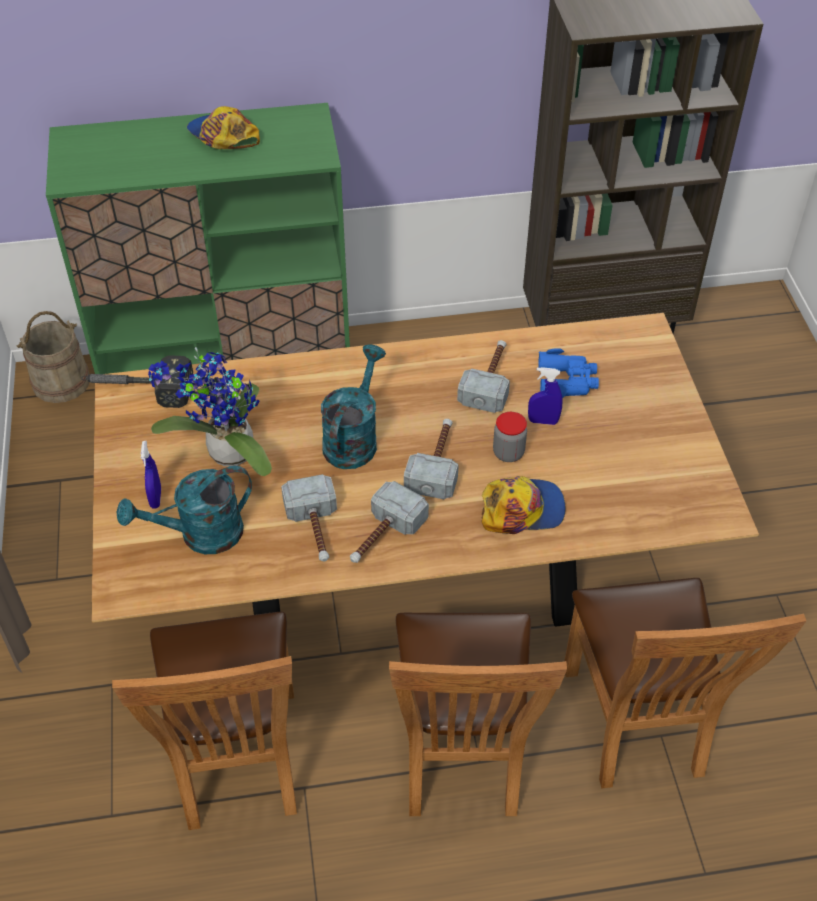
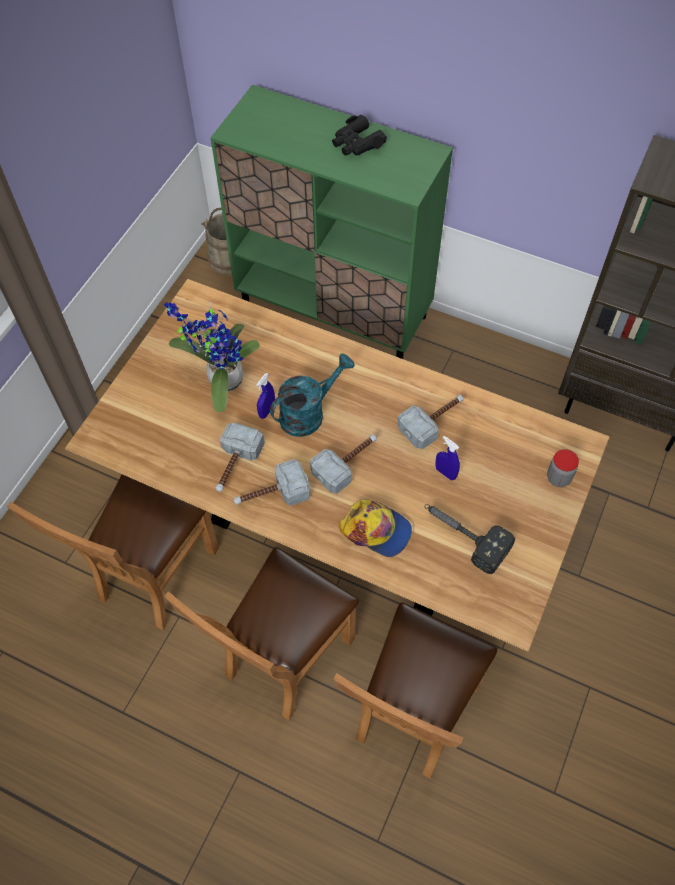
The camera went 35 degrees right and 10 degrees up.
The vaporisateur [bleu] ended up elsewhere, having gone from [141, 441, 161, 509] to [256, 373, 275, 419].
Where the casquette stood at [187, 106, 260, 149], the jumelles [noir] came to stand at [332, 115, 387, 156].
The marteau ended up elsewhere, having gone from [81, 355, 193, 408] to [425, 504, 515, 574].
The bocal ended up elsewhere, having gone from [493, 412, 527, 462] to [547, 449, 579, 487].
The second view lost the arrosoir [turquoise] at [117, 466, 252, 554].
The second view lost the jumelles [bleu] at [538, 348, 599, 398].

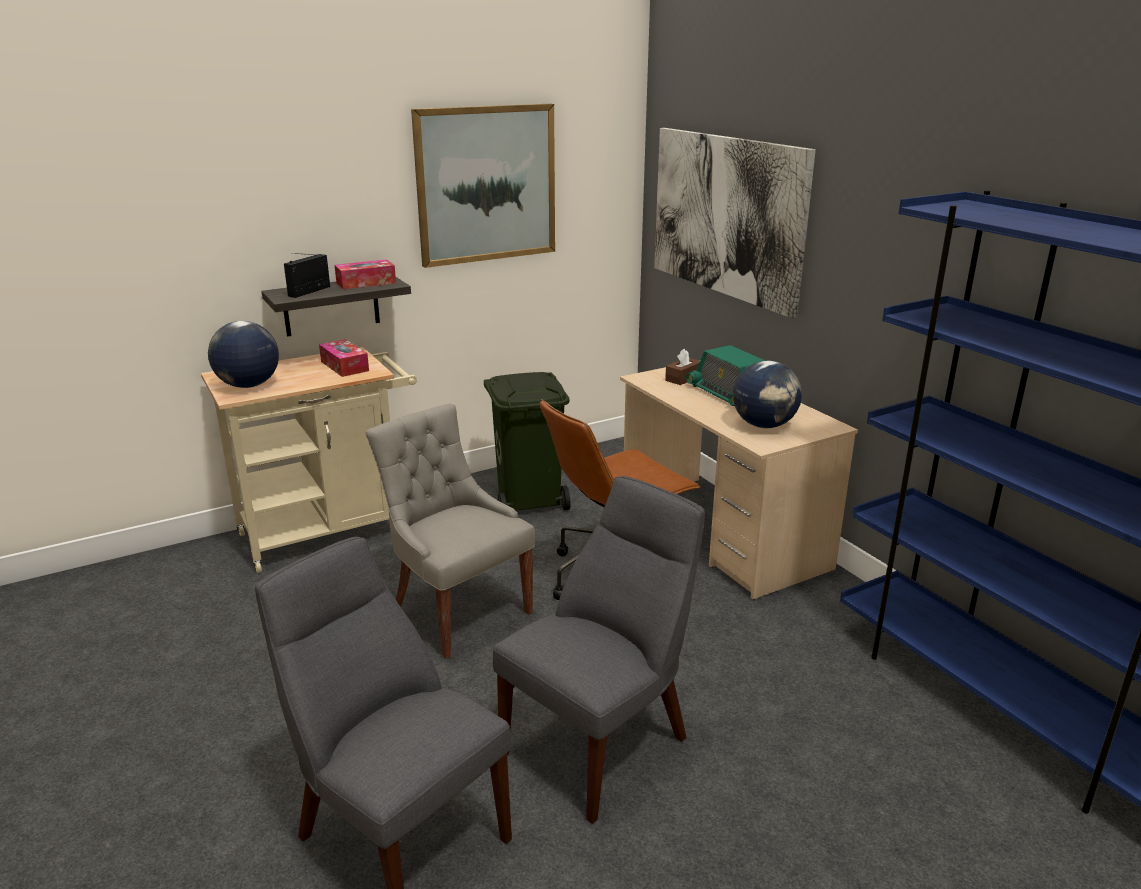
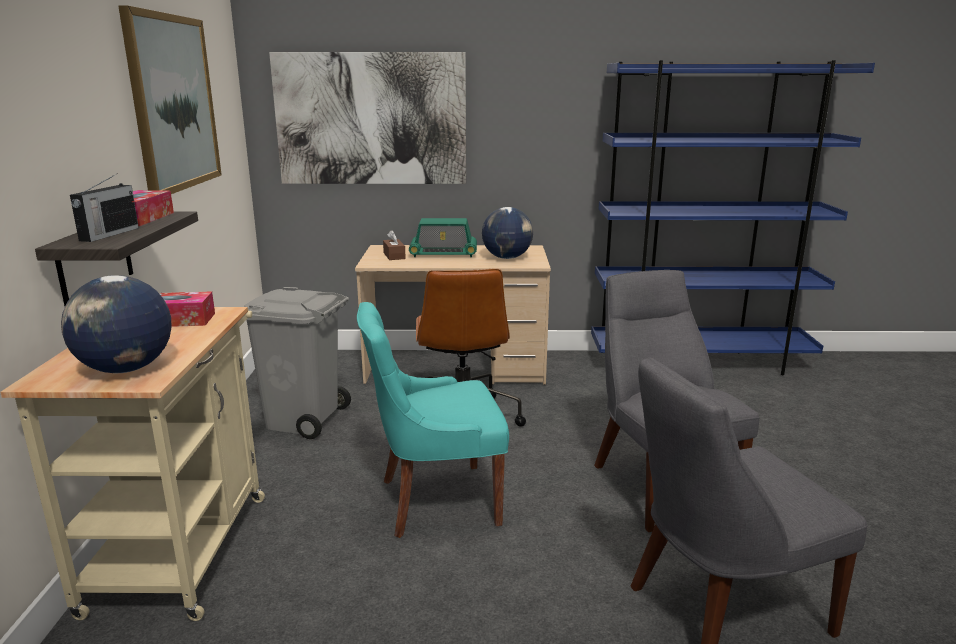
The camera went 60 degrees left and 5 degrees down.
The radio at [284, 253, 330, 298] ended up facing another way, 135 degrees counterclockwise from before.
What was the poubelle [vert] at [484, 372, 571, 511] turned into the poubelle [gris] at [244, 287, 351, 439].
What was the chaise [gris] at [365, 404, 535, 659] turned into the chaise [turquoise] at [357, 302, 509, 538].

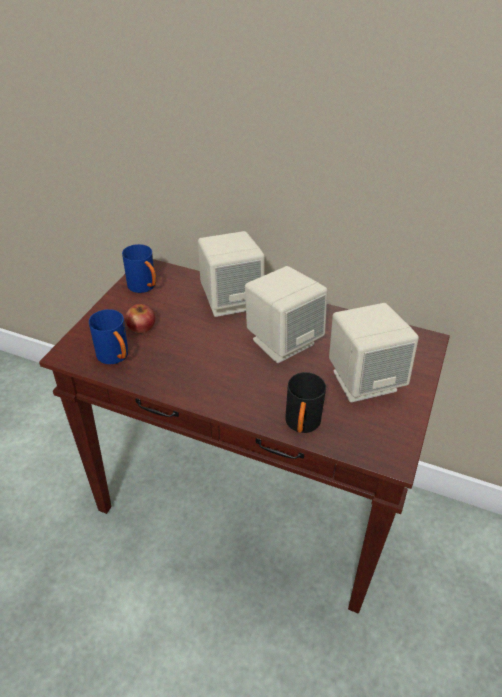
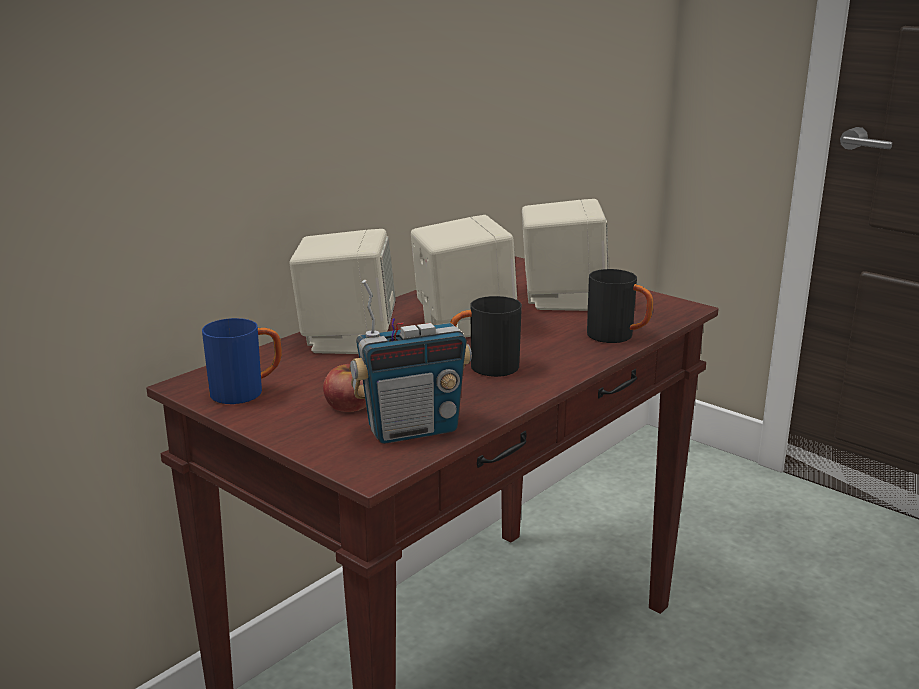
The camera went 70 degrees left and 20 degrees down.
Where the mug [bleu] stood at [89, 309, 128, 364], the radio came to stand at [350, 280, 472, 444].
The second view gained the mug [noir] at [450, 296, 522, 377].

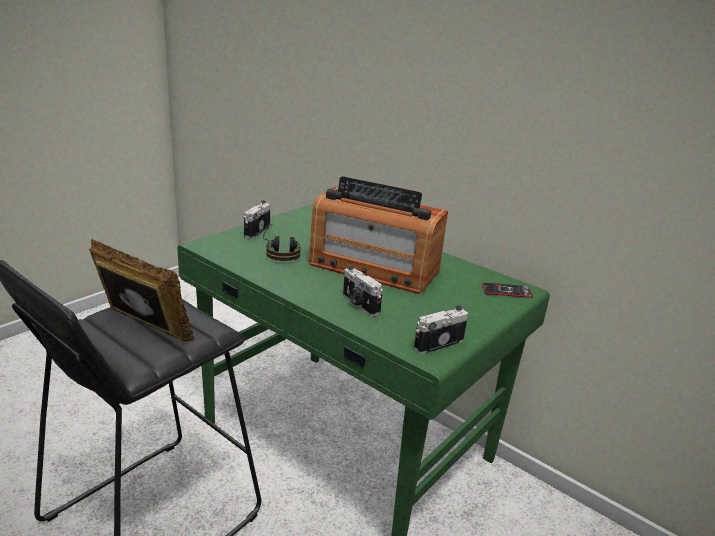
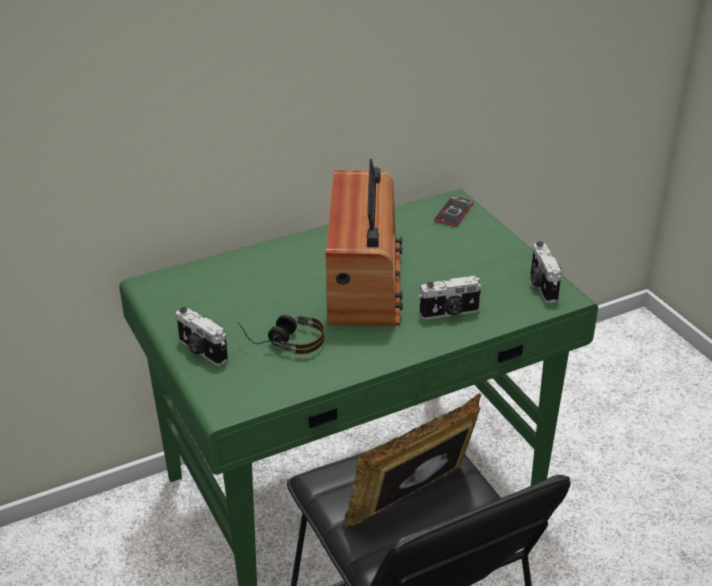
The camera went 65 degrees left and 10 degrees up.
The radio at [309, 176, 448, 294] ended up facing another way, 45 degrees counterclockwise from before.

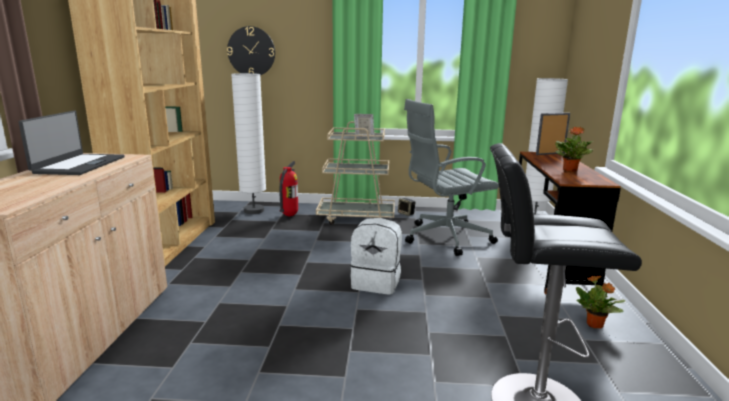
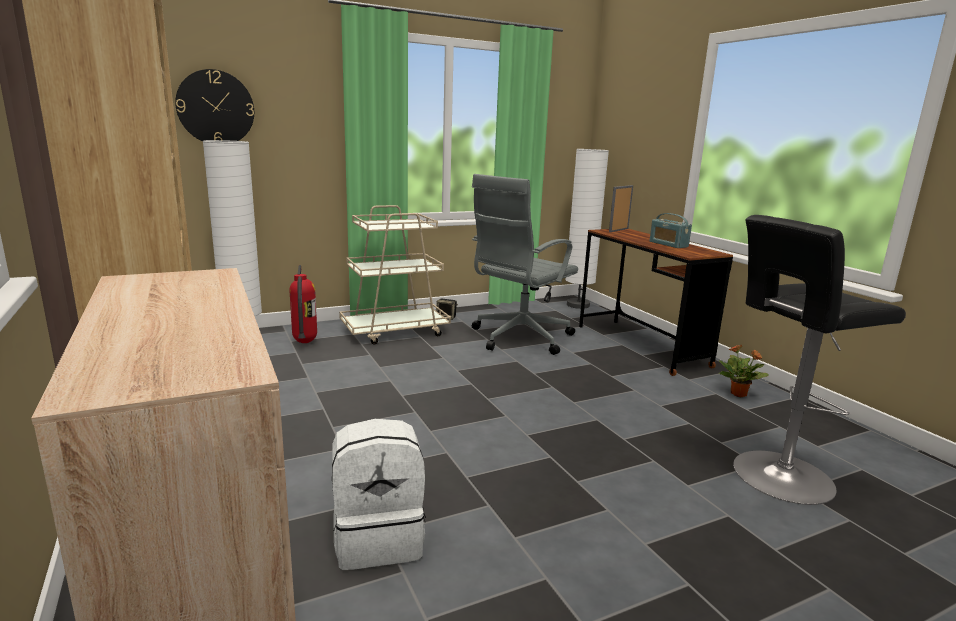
The camera went 30 degrees left and 0 degrees up.
The sac à dos [blanc] ended up elsewhere, having gone from [350, 218, 402, 295] to [332, 419, 426, 570].
Where the plante en pot stood at [555, 127, 593, 172], the radio came to stand at [650, 213, 692, 248].
The second view lost the ordinateur portable at [19, 111, 125, 175].
The second view lost the cadre photo at [354, 114, 374, 138].

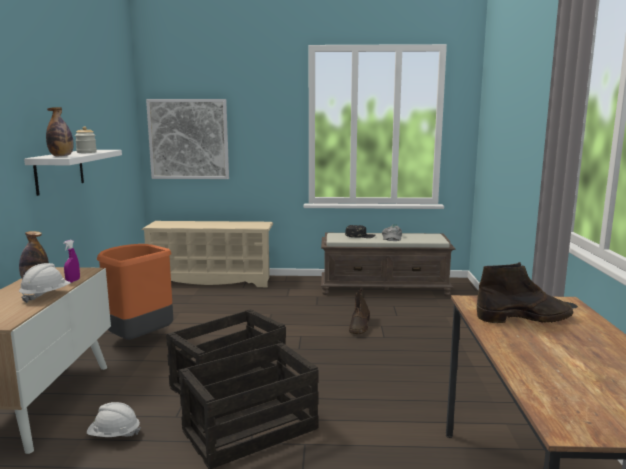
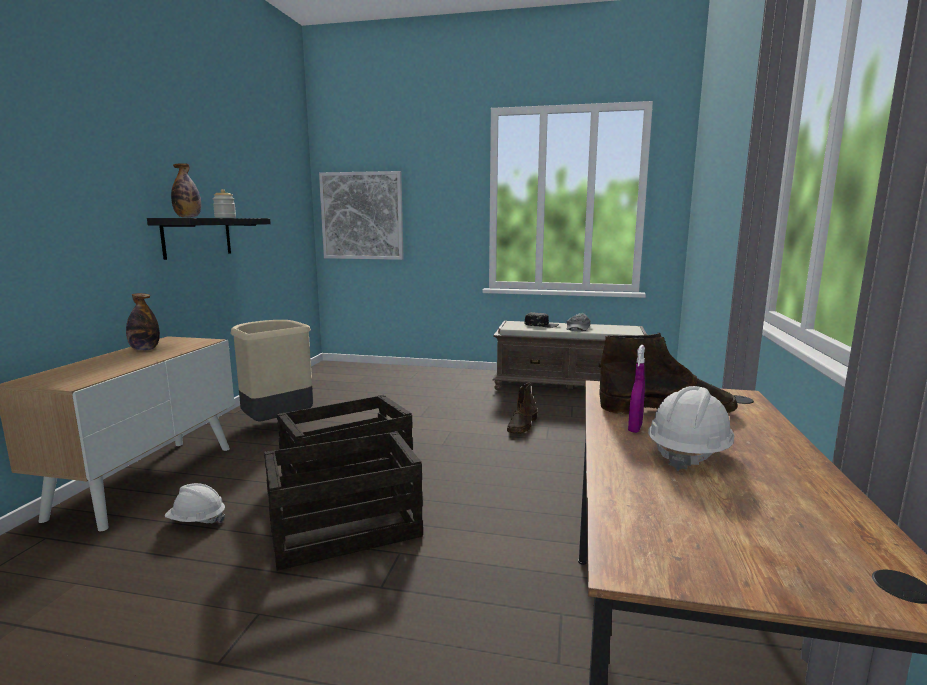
The camera went 10 degrees right and 0 degrees up.
What was the étagère [blanc] at [24, 150, 122, 196] turned into the étagère [noir] at [147, 218, 271, 260].
What was the poubelle [orange] at [97, 244, 173, 340] turned into the poubelle [beige] at [231, 320, 313, 422].
The vaporisateur [violet] ended up elsewhere, having gone from [63, 240, 80, 283] to [628, 345, 645, 433].
The casque de chantier [blanc] ended up elsewhere, having gone from [19, 263, 71, 303] to [648, 386, 734, 471].
The second view lost the étagère à chaussures [beige] at [141, 221, 273, 288].

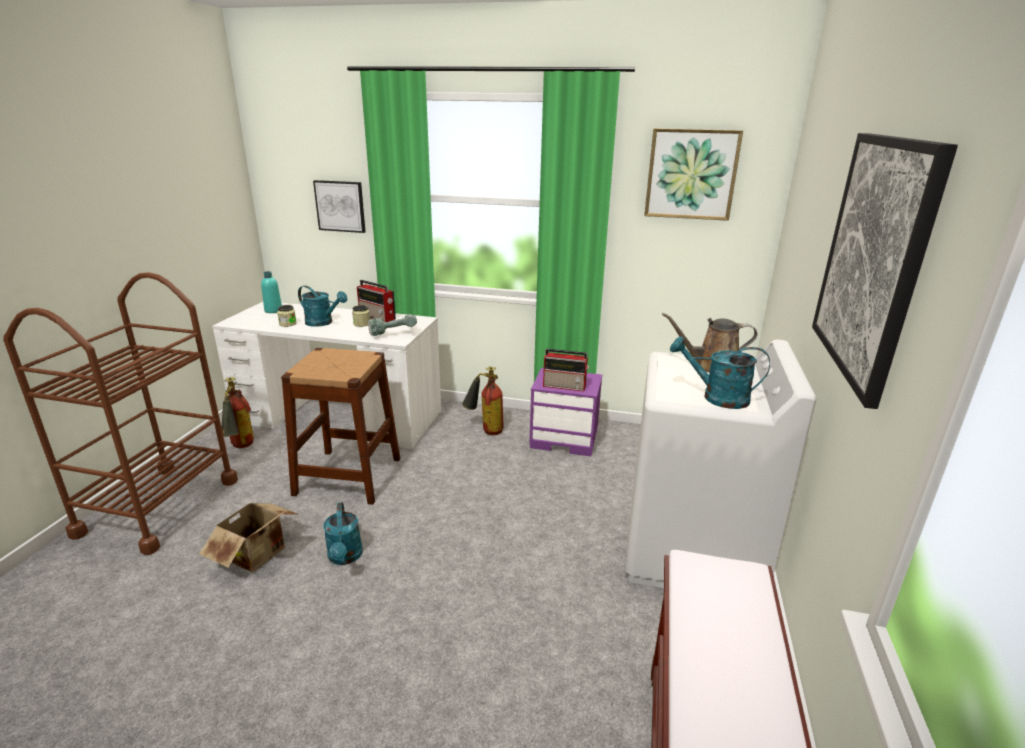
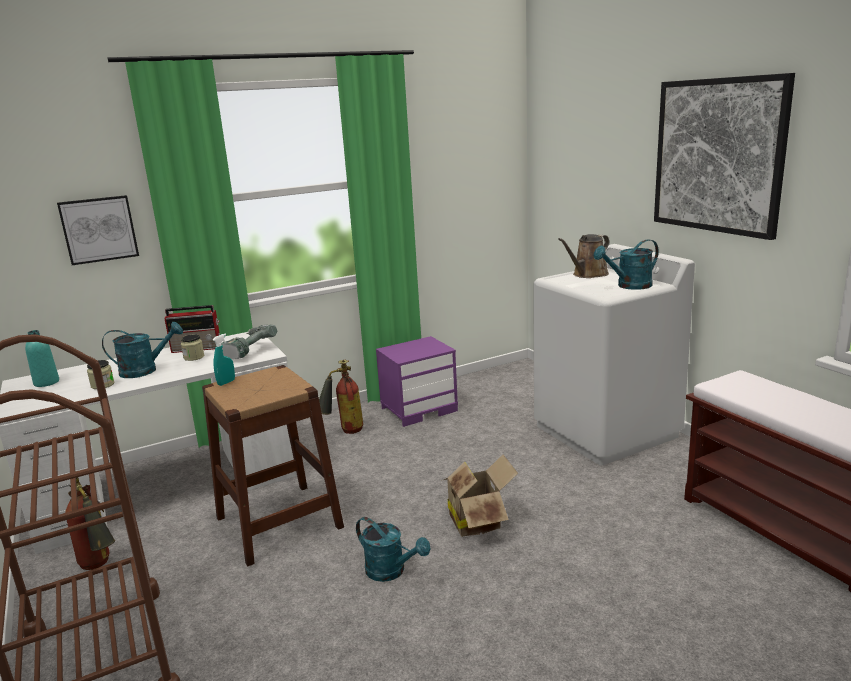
The camera went 40 degrees left and 5 degrees down.
The second view gained the vaporisateur [turquoise] at [213, 334, 235, 386].
The carton ended up elsewhere, having gone from [199, 496, 297, 572] to [444, 455, 518, 537].
The second view lost the radio at [543, 349, 589, 391].
The second view lost the tableau at [644, 128, 743, 221].

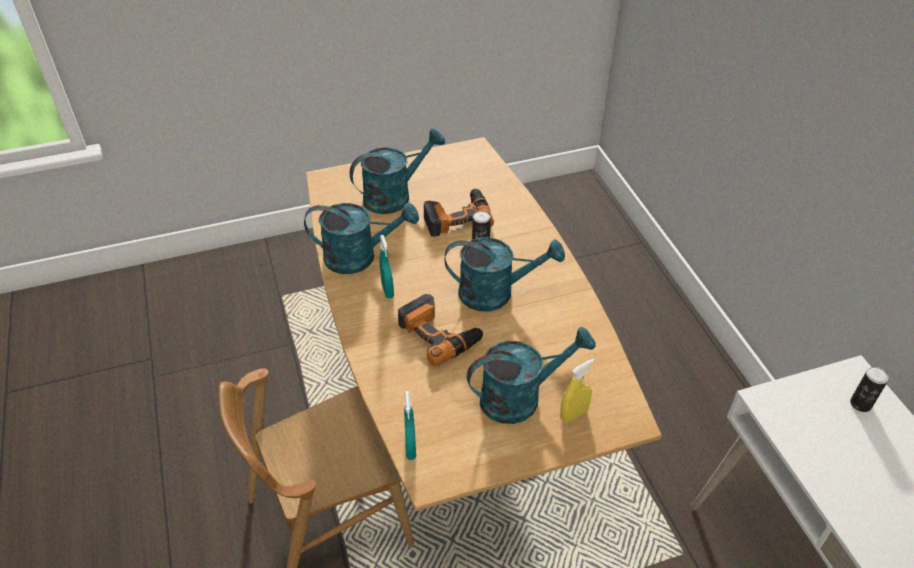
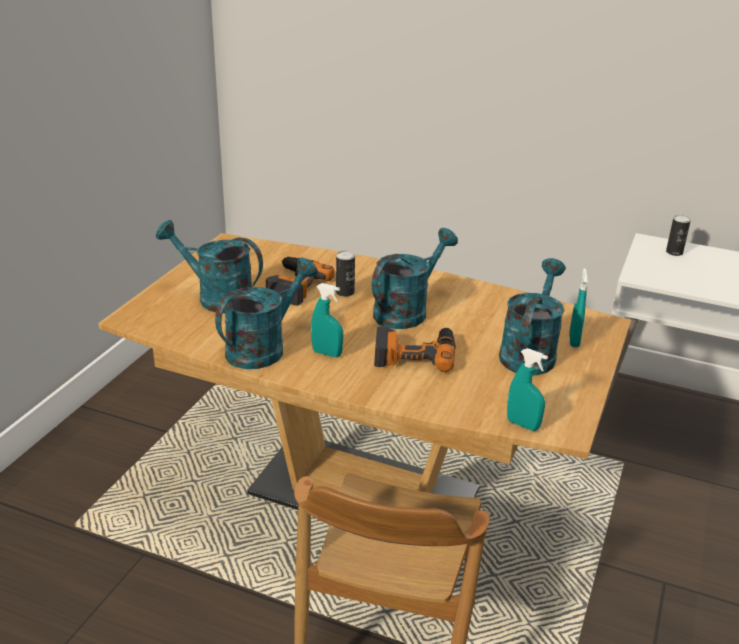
The camera went 50 degrees left and 15 degrees down.
The arrosoir [turquoise] at [350, 128, 445, 214] ended up facing another way, 75 degrees counterclockwise from before.
What was the vaporisateur [jaune] at [560, 359, 594, 423] turned into the vaporisateur [turquoise] at [569, 268, 588, 347].

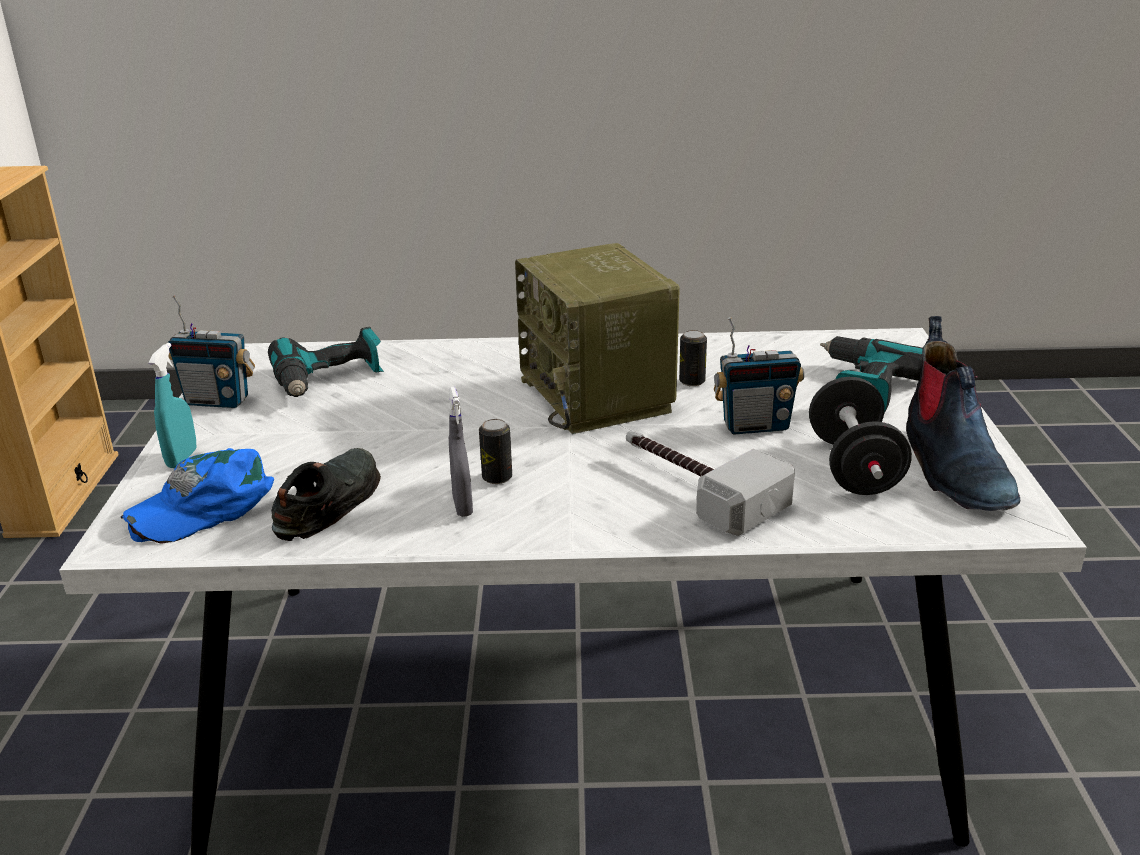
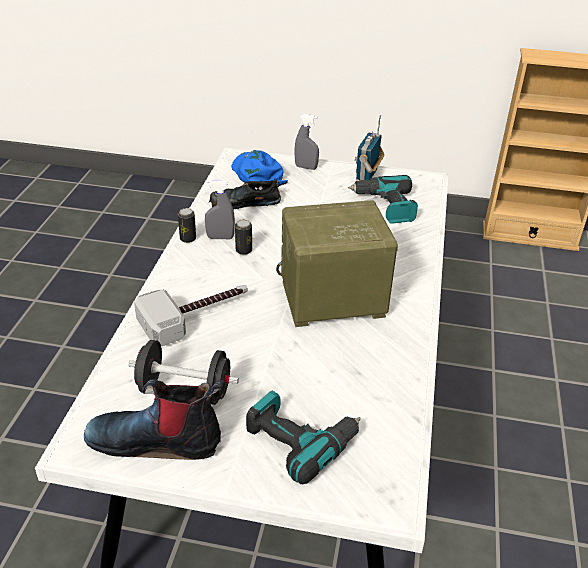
The camera went 100 degrees right and 10 degrees up.
The boîte métallique ended up elsewhere, having gone from [679, 330, 707, 386] to [178, 208, 196, 243].
The chaussure [noir] at [271, 448, 381, 541] ended up facing another way, 135 degrees clockwise from before.
What was the vaporisateur [turquoise] at [148, 343, 196, 468] turned into the vaporisateur [gris] at [295, 114, 319, 170].
The second view lost the radio at [714, 317, 804, 434].

